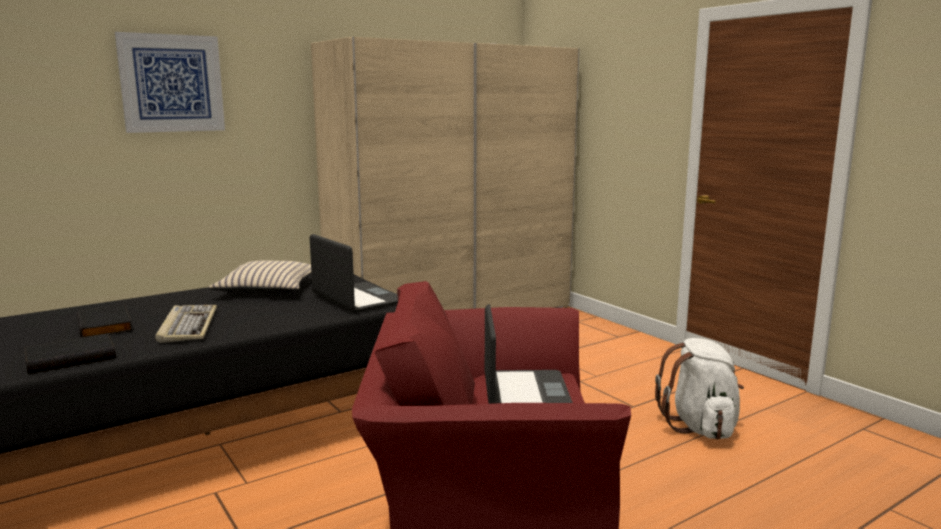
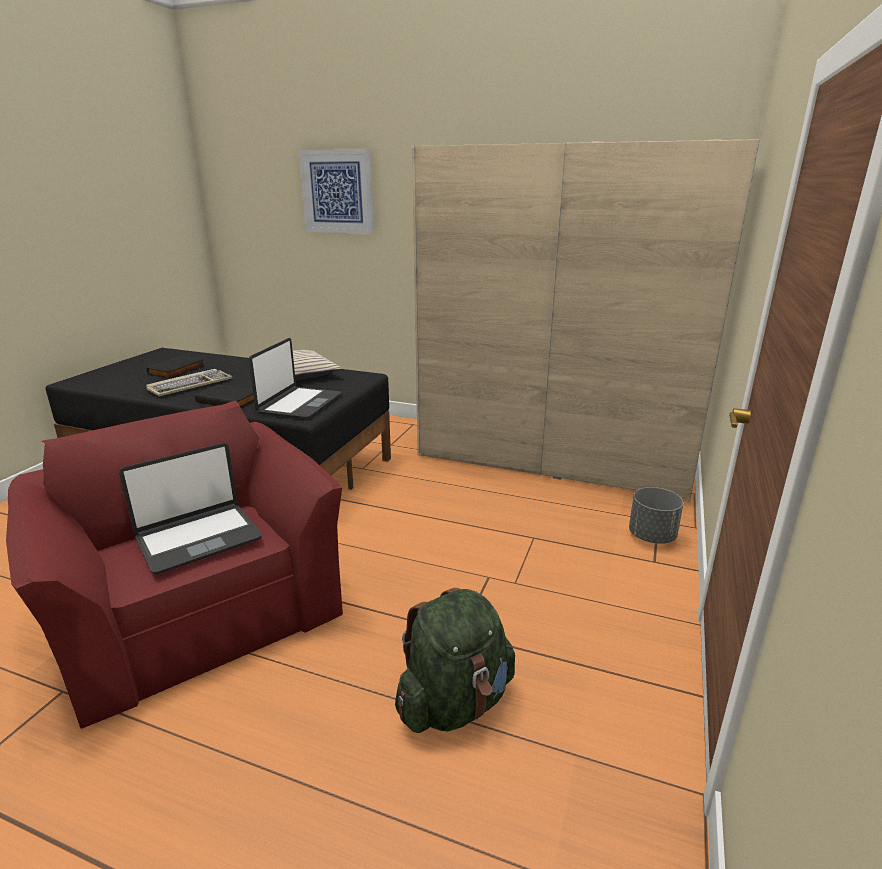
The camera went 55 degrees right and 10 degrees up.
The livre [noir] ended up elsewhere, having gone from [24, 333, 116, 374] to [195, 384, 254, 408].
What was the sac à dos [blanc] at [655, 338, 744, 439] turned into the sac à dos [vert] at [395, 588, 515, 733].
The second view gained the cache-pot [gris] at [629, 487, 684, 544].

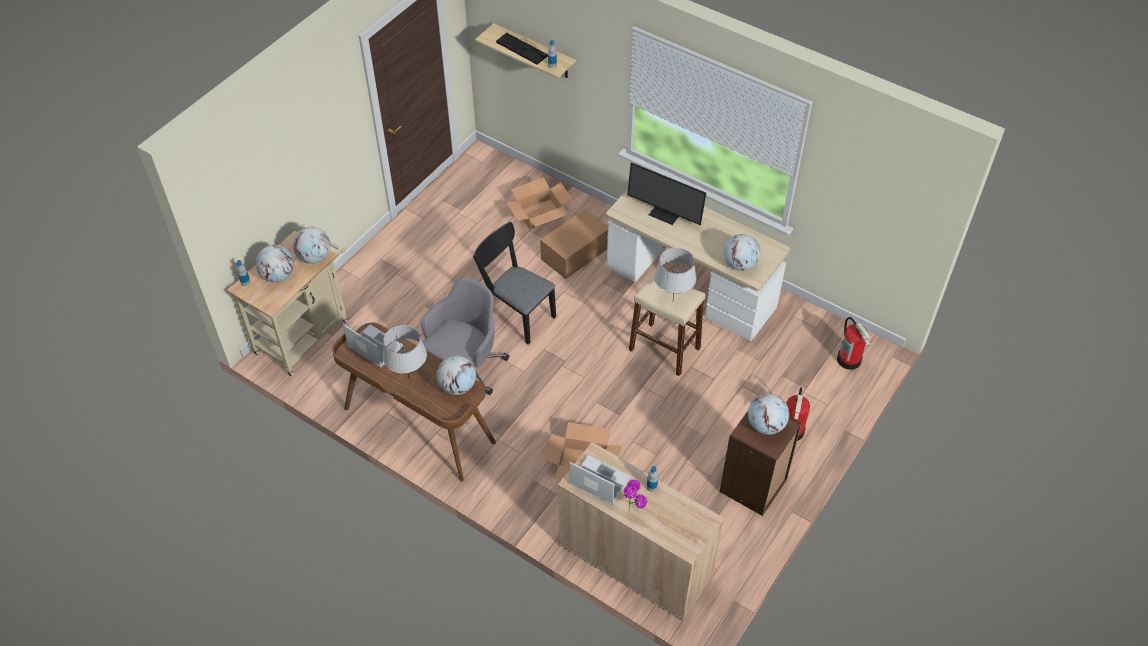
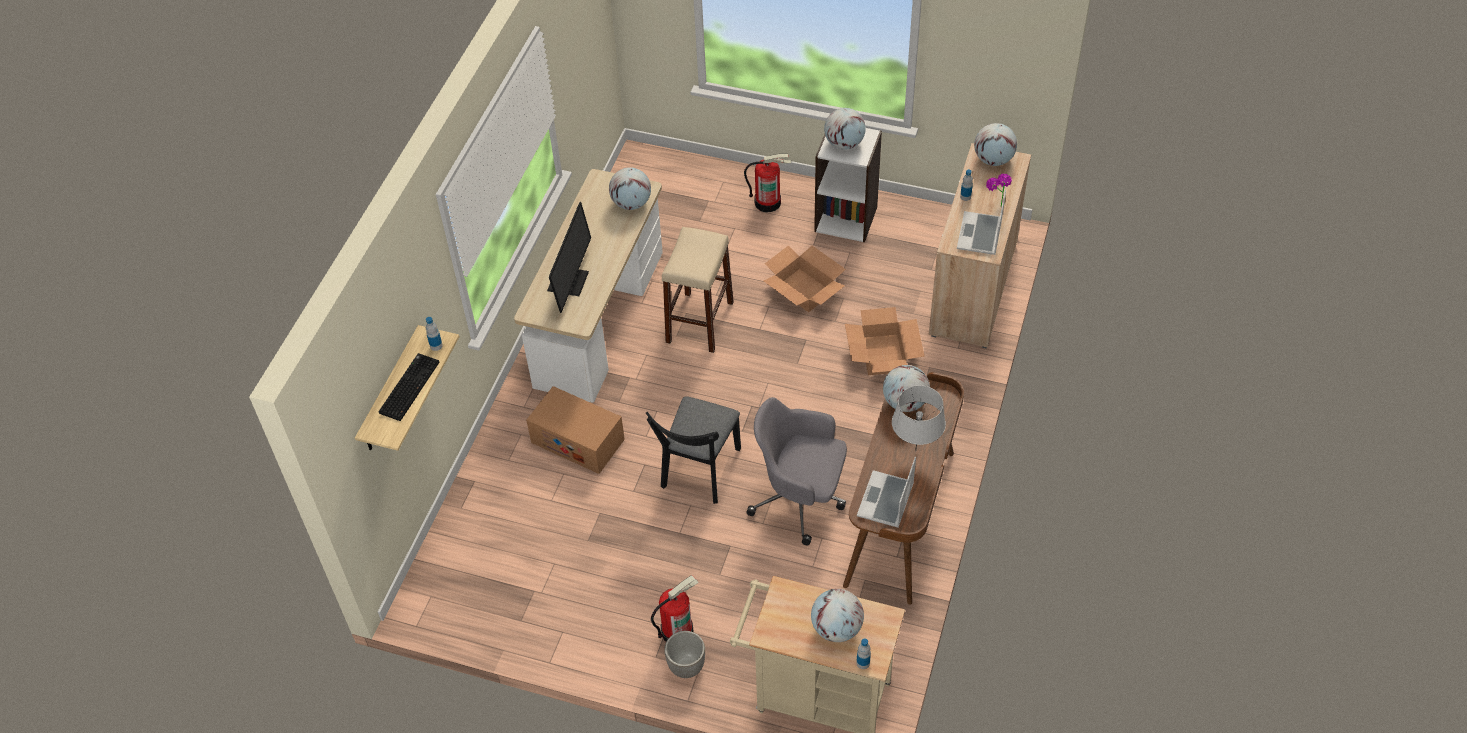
The camera went 105 degrees left and 0 degrees up.
The extincteur ended up elsewhere, having gone from [837, 317, 871, 370] to [651, 575, 699, 642].
The second view gained the cache-pot at [664, 631, 705, 678].
The carton ended up elsewhere, having gone from [506, 177, 573, 229] to [764, 245, 846, 312].
What was the bibliothèque [marron] at [720, 411, 802, 516] turned into the bibliothèque [blanc] at [814, 128, 882, 242].
The globe ended up elsewhere, having gone from [293, 227, 330, 264] to [974, 123, 1017, 166].
The second view lost the lampe de table [gris] at [654, 248, 696, 299].

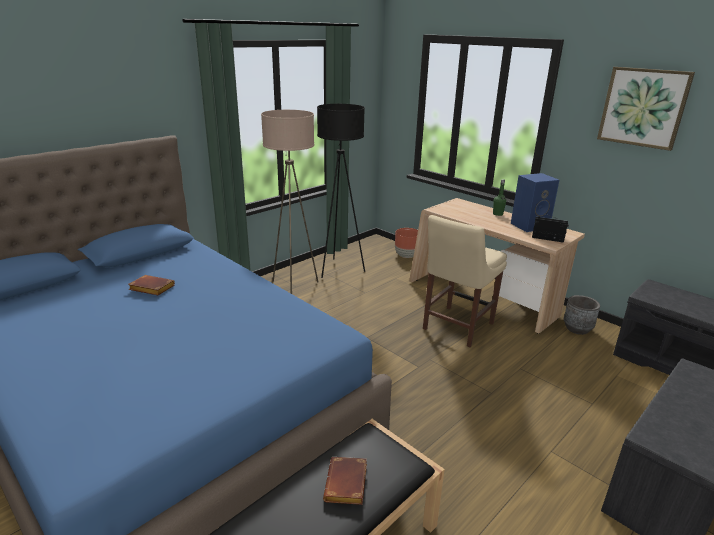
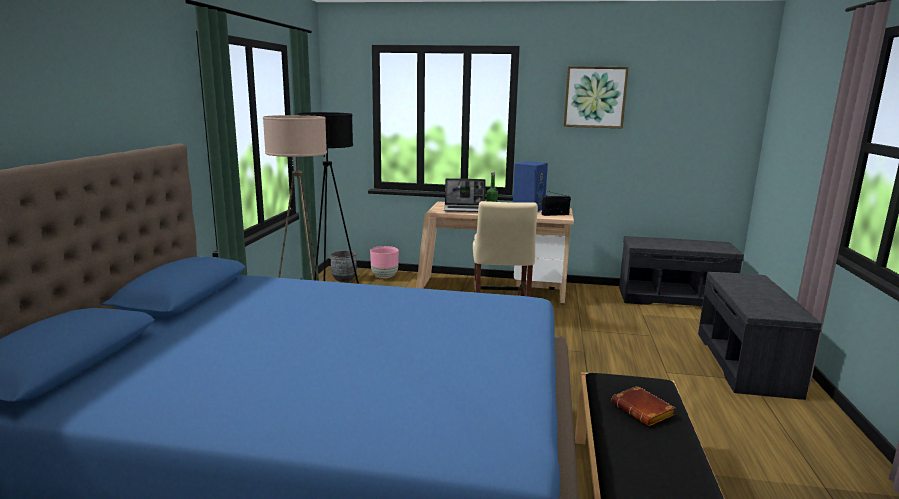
The camera went 35 degrees left and 10 degrees down.
The cache-pot [gris] ended up elsewhere, having gone from [564, 295, 600, 335] to [331, 250, 357, 282].
What was the cache-pot [marron] at [395, 228, 418, 258] turned into the cache-pot [rose] at [370, 246, 399, 278].
The second view gained the ordinateur portable at [444, 178, 486, 212].
The second view lost the livre [marron] at [128, 275, 175, 295].

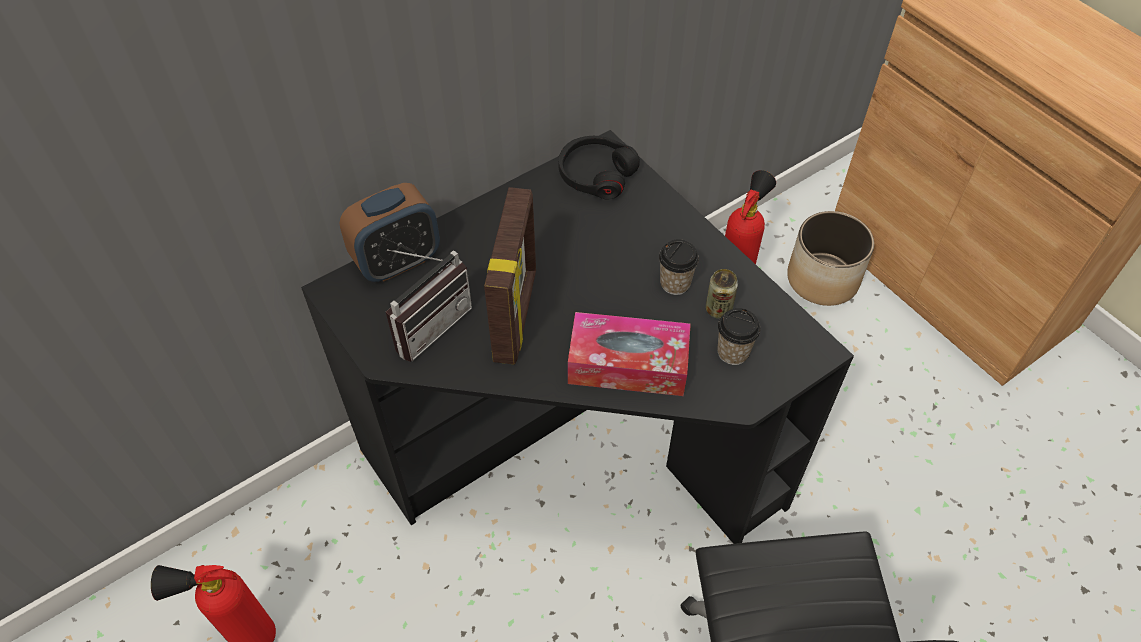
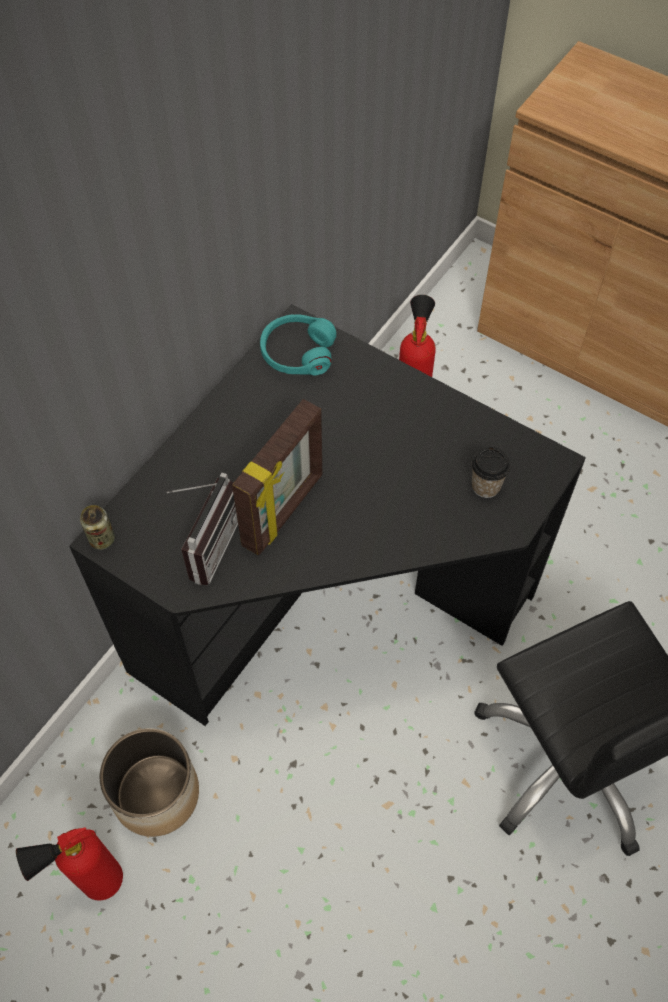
The camera went 20 degrees left and 5 degrees up.
The boîte métallique ended up elsewhere, having gone from [705, 269, 738, 319] to [80, 505, 115, 550].
The cache-pot ended up elsewhere, having gone from [787, 211, 874, 306] to [100, 728, 199, 837].
The cadre photo at [484, 187, 536, 365] ended up facing another way, 45 degrees clockwise from before.
What was the casque audio [noir] at [558, 136, 640, 199] turned into the casque audio [turquoise] at [260, 314, 336, 375].
The second view lost the réveil at [339, 183, 440, 282].
The second view lost the boîte à mouchoirs at [568, 312, 691, 396].
The second view lost the tasse at [659, 239, 699, 295].

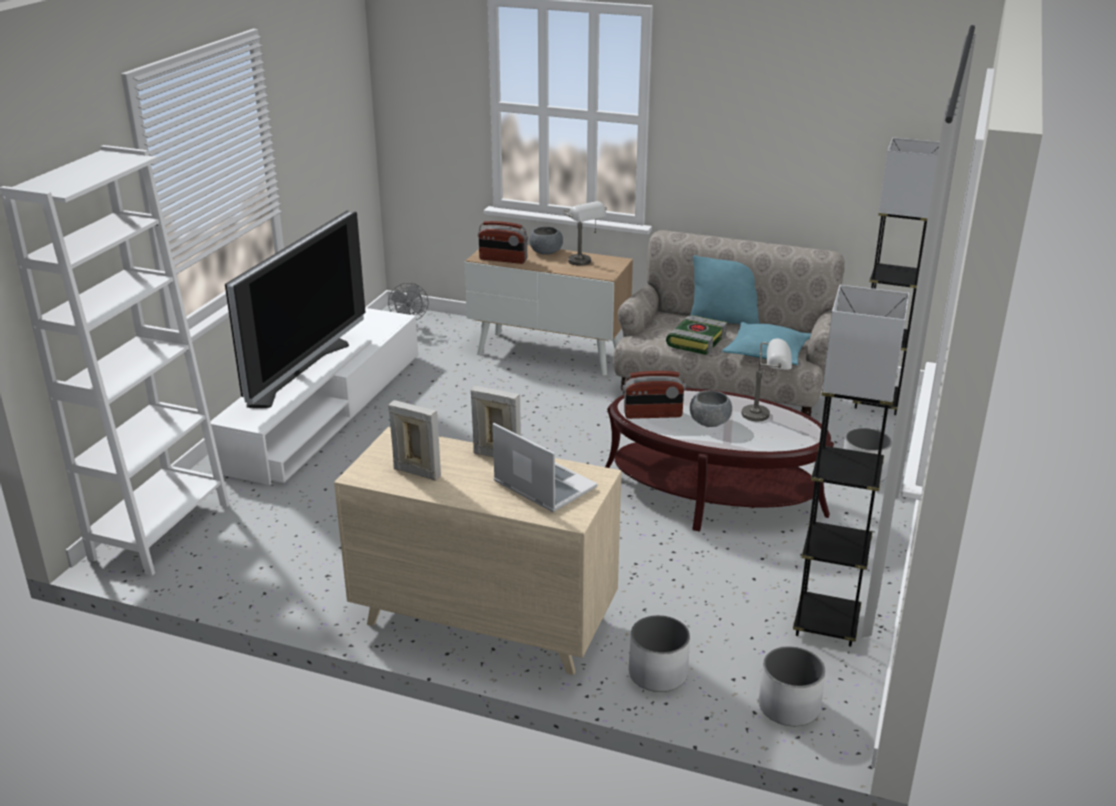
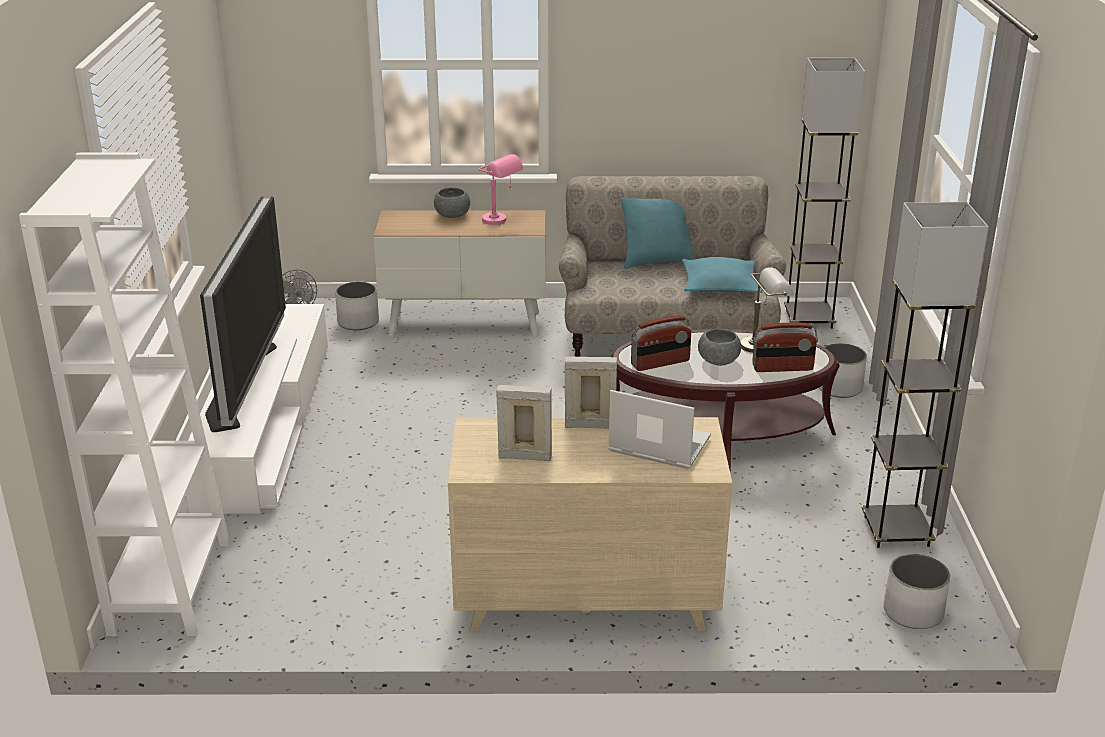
The camera went 20 degrees left and 0 degrees up.
The cache-pot [blanc] ended up elsewhere, having gone from [629, 615, 690, 692] to [335, 282, 379, 330].
What was the lampe de table [gris] at [563, 201, 607, 266] turned into the lampe de table [rose] at [479, 154, 523, 225].
The radio ended up elsewhere, having gone from [478, 221, 528, 264] to [752, 322, 818, 372].
The second view lost the livre at [666, 315, 727, 355].

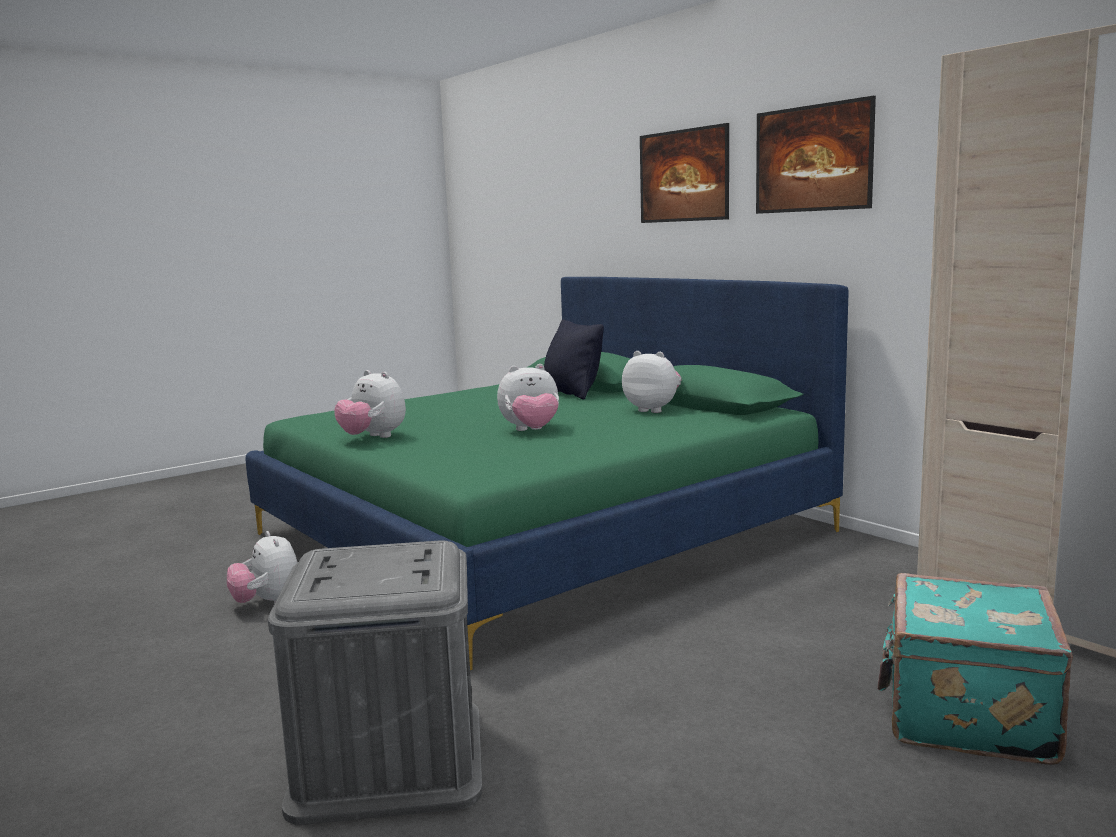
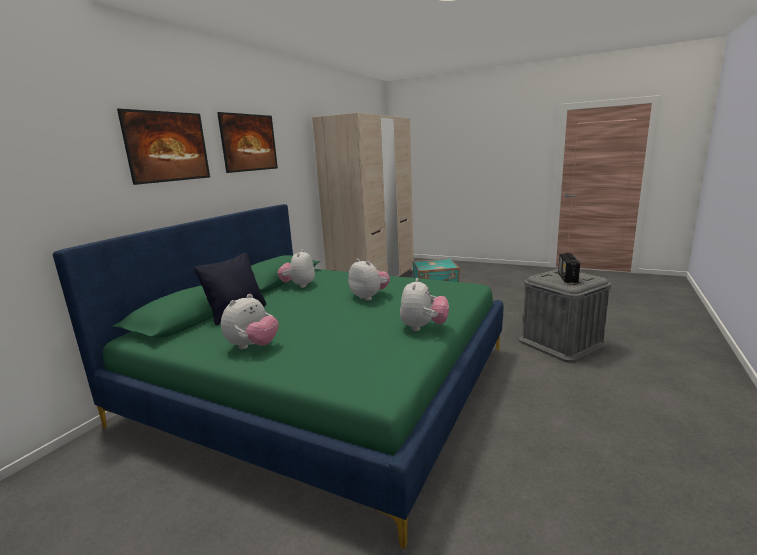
The camera went 115 degrees left and 5 degrees up.
The peluche ended up elsewhere, having gone from [227, 531, 297, 604] to [221, 294, 279, 349].
The second view gained the radio at [558, 253, 580, 283].

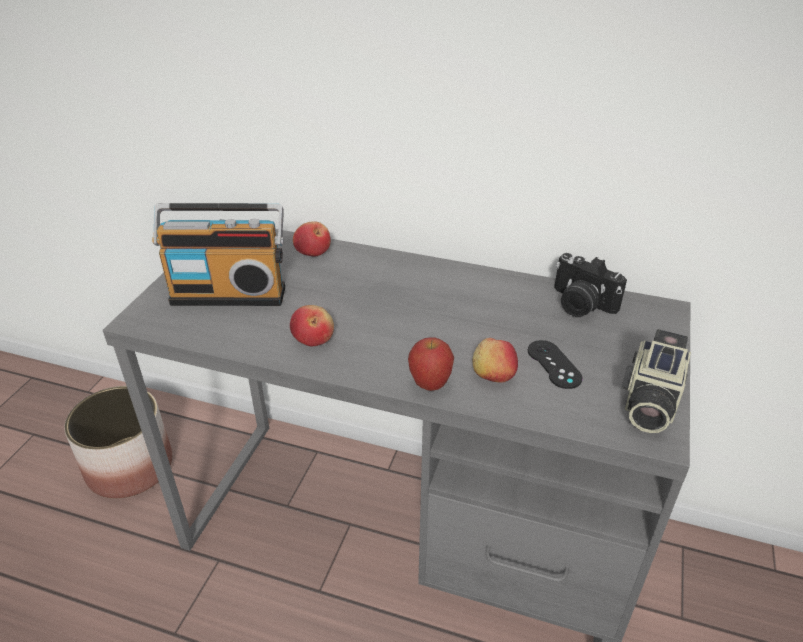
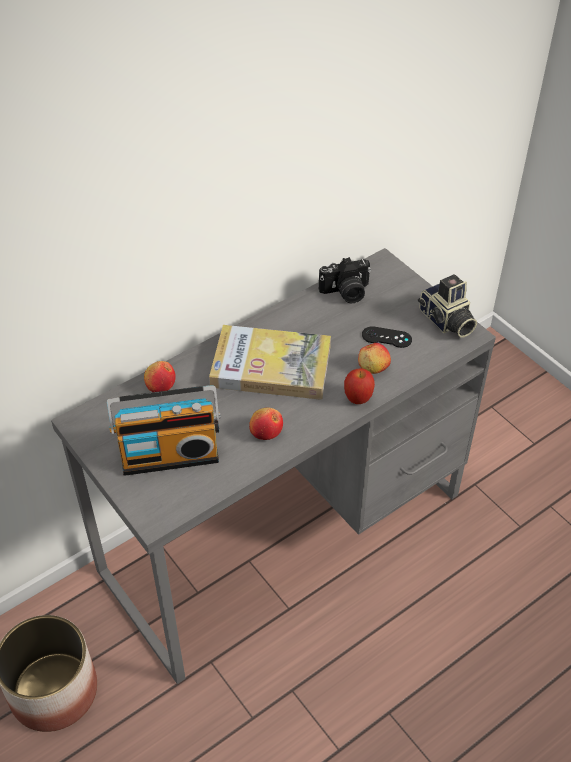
The camera went 55 degrees left and 10 degrees up.
The radio at [152, 203, 285, 306] ended up facing another way, 45 degrees clockwise from before.
The second view gained the livre at [209, 325, 331, 400].

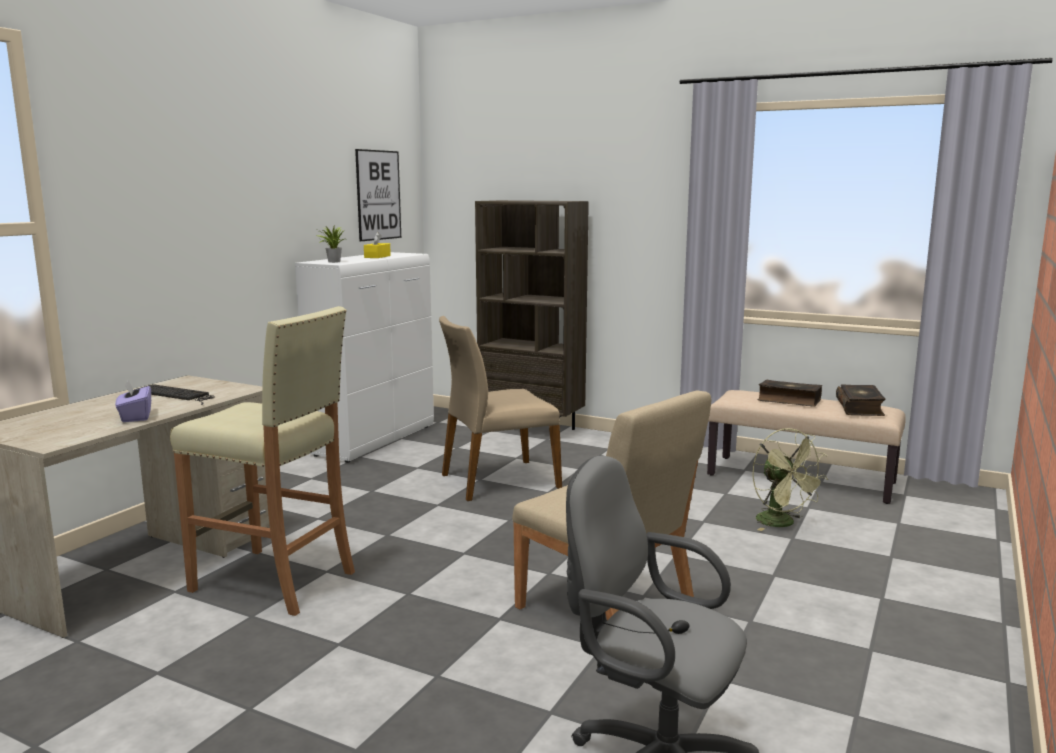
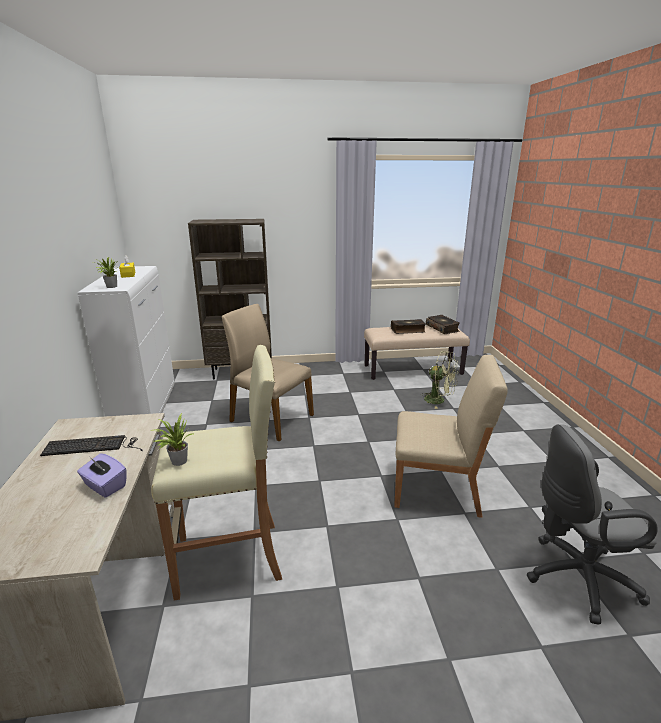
The camera went 35 degrees left and 10 degrees up.
The second view gained the plante en pot at [150, 413, 195, 466].
The chaise [beige] at [439, 316, 562, 501] ended up facing another way, 90 degrees clockwise from before.
The second view lost the tableau at [355, 149, 401, 241].

